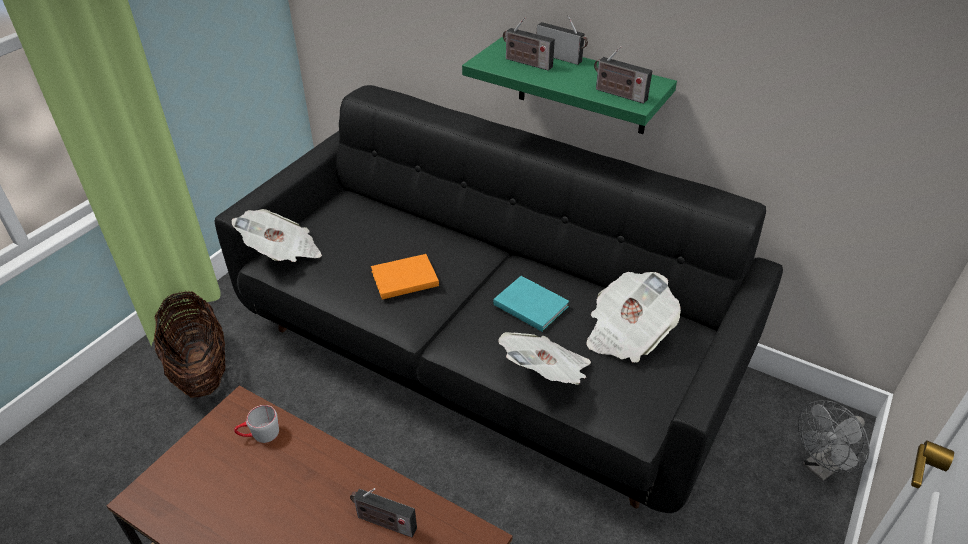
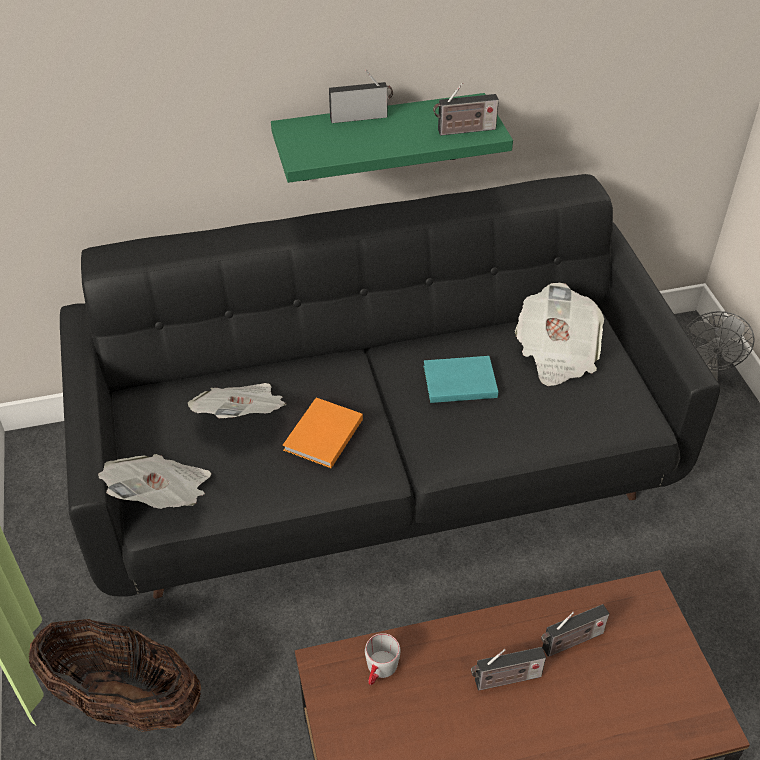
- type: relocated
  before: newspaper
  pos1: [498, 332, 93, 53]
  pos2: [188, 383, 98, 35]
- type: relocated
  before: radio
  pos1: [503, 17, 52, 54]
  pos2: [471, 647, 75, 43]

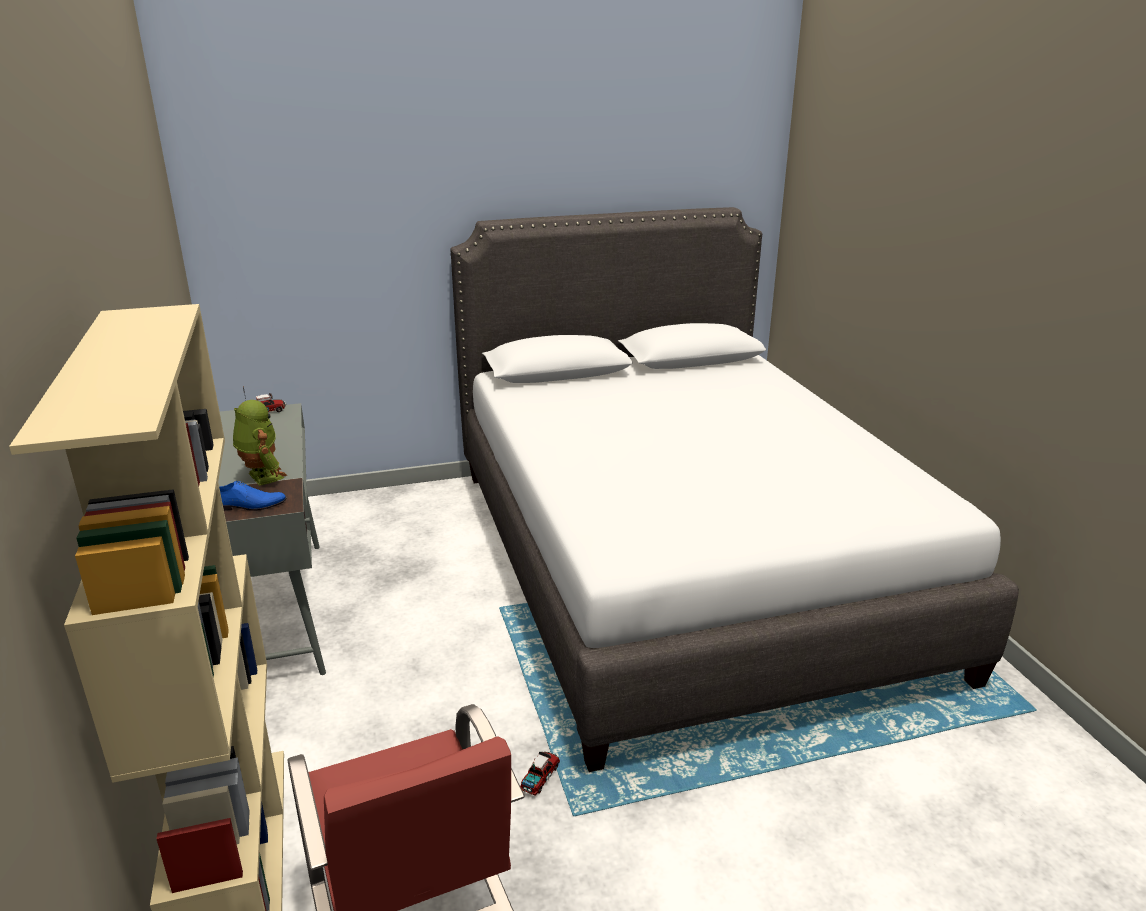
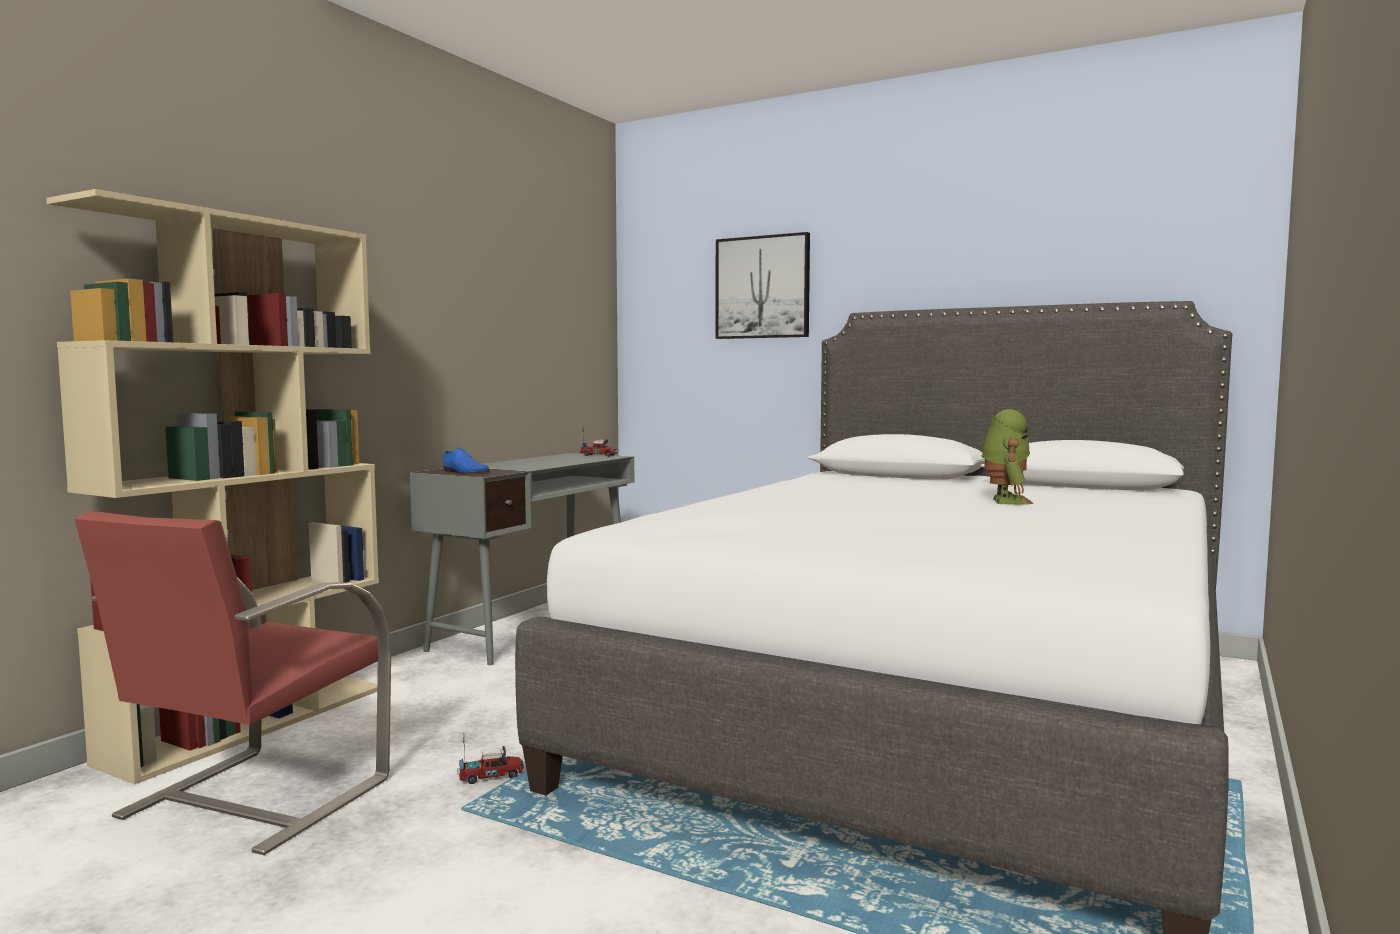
- type: appeared
  after: picture
  pos2: [715, 232, 95, 107]
- type: relocated
  before: toy robot
  pos1: [233, 400, 55, 86]
  pos2: [982, 409, 51, 96]

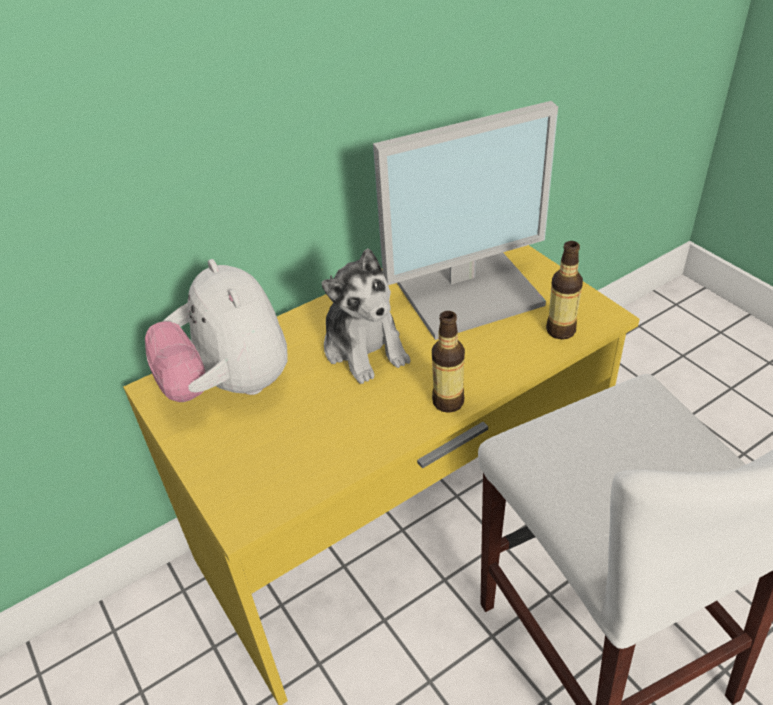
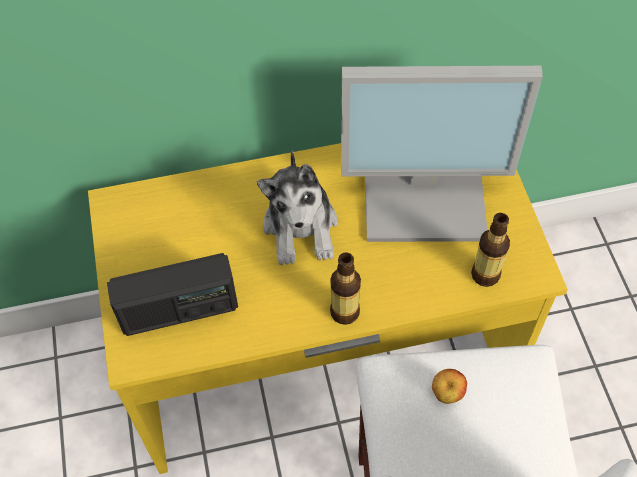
- type: appeared
  after: radio
  pos2: [107, 253, 131, 83]
- type: appeared
  after: apple
  pos2: [432, 369, 35, 35]
- type: missing
  before: plush toy
  pos1: [145, 259, 143, 143]

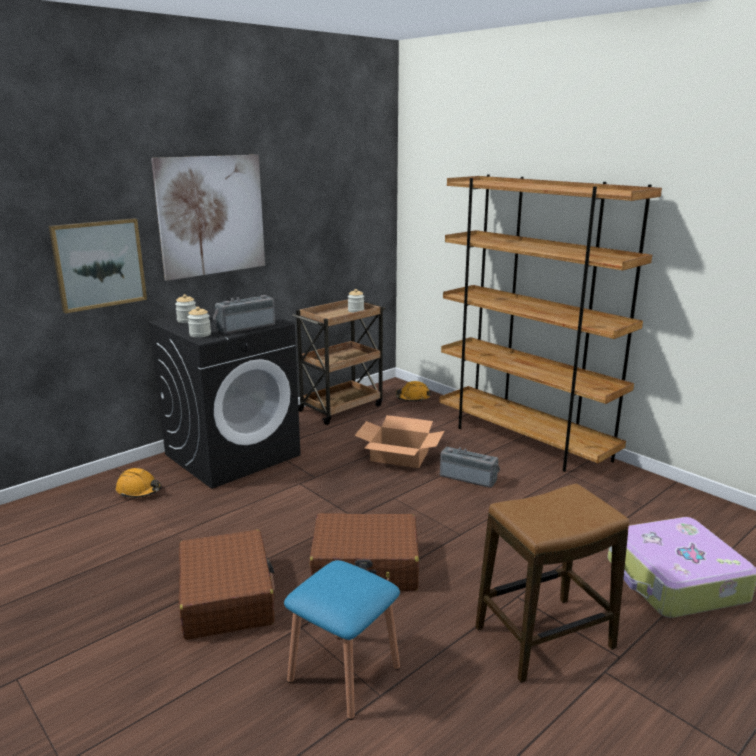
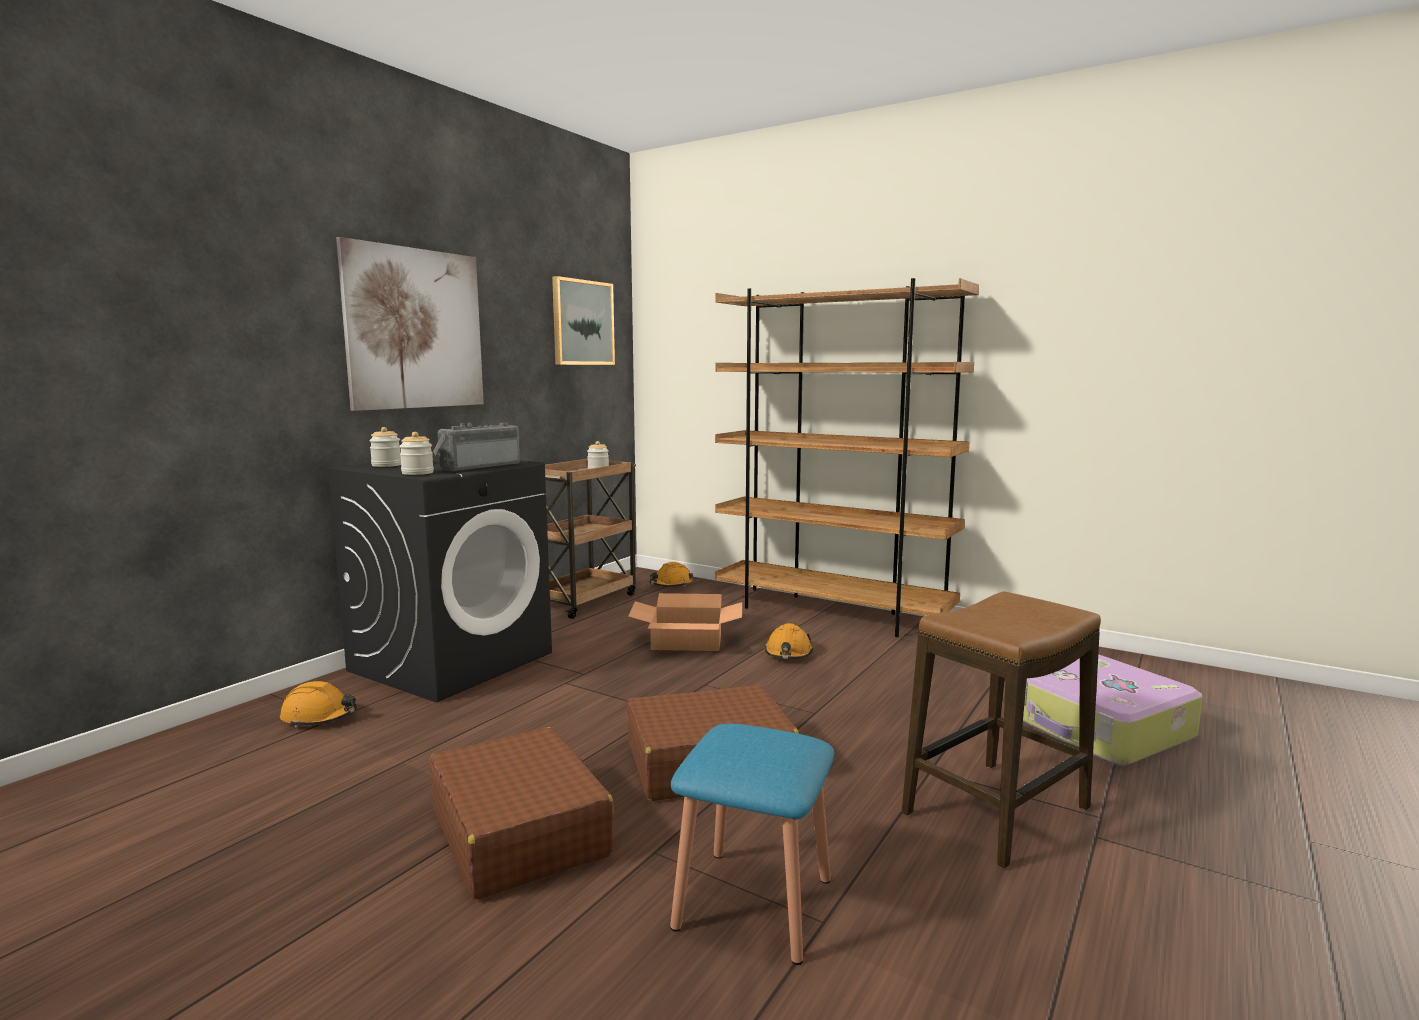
- type: relocated
  before: picture
  pos1: [49, 218, 98, 95]
  pos2: [552, 276, 63, 89]
- type: exchanged
  before: radio
  after: orange hard hat
  pos1: [440, 446, 60, 42]
  pos2: [765, 623, 48, 36]

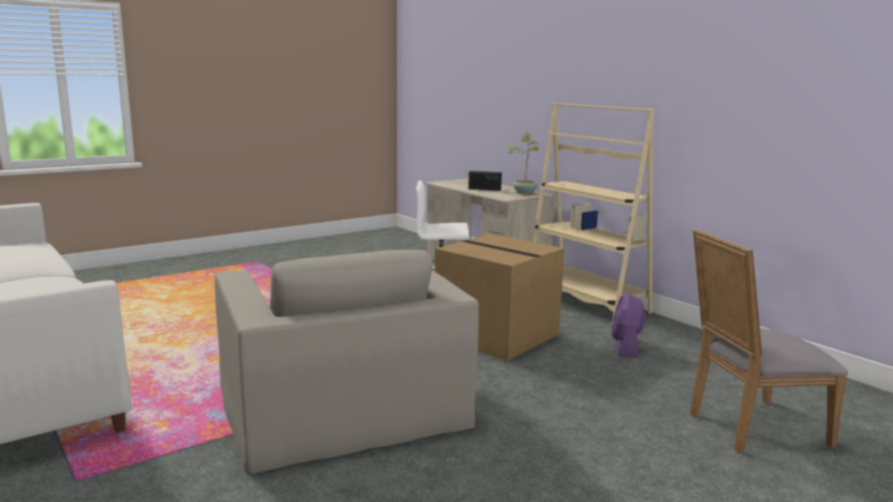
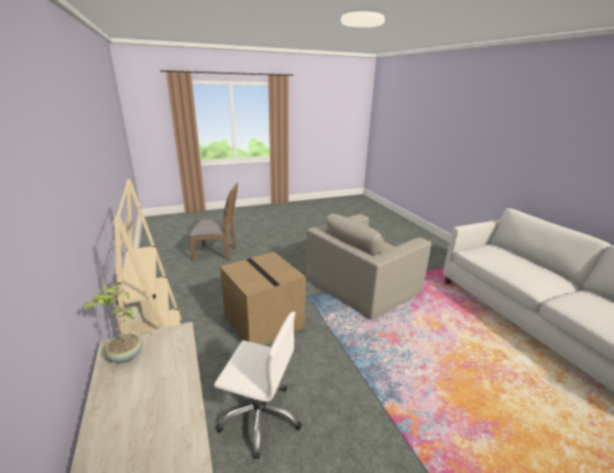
- type: spun
  before: beige armchair
  pos1: [214, 250, 265, 224]
  pos2: [305, 214, 126, 106]
  turn: -120
- type: missing
  before: radio
  pos1: [468, 171, 34, 20]
- type: missing
  before: purple fan
  pos1: [611, 293, 35, 64]

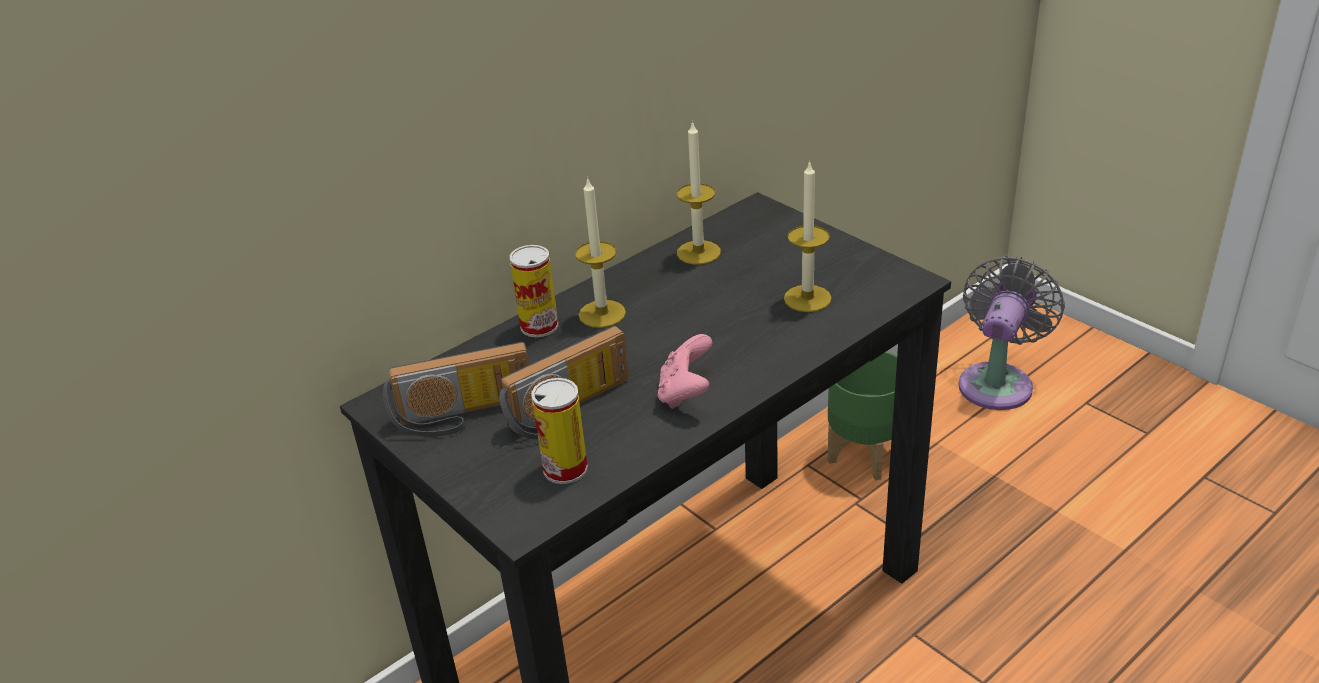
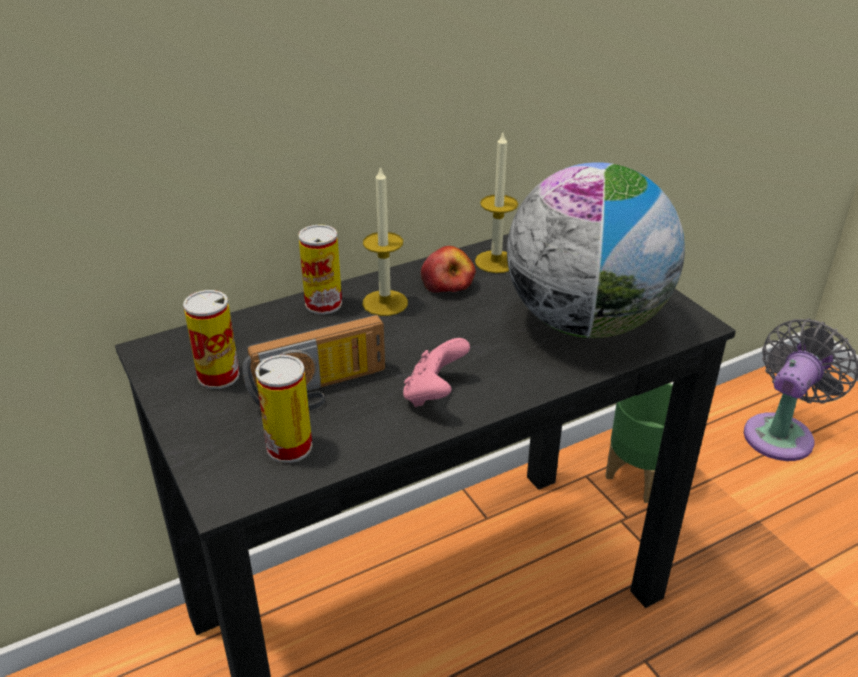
- type: exchanged
  before: radio
  after: can
  pos1: [383, 342, 146, 95]
  pos2: [183, 290, 57, 99]
- type: appeared
  after: apple
  pos2: [421, 246, 55, 47]
- type: exchanged
  before: candle
  after: globe
  pos1: [784, 160, 48, 152]
  pos2: [507, 162, 178, 176]

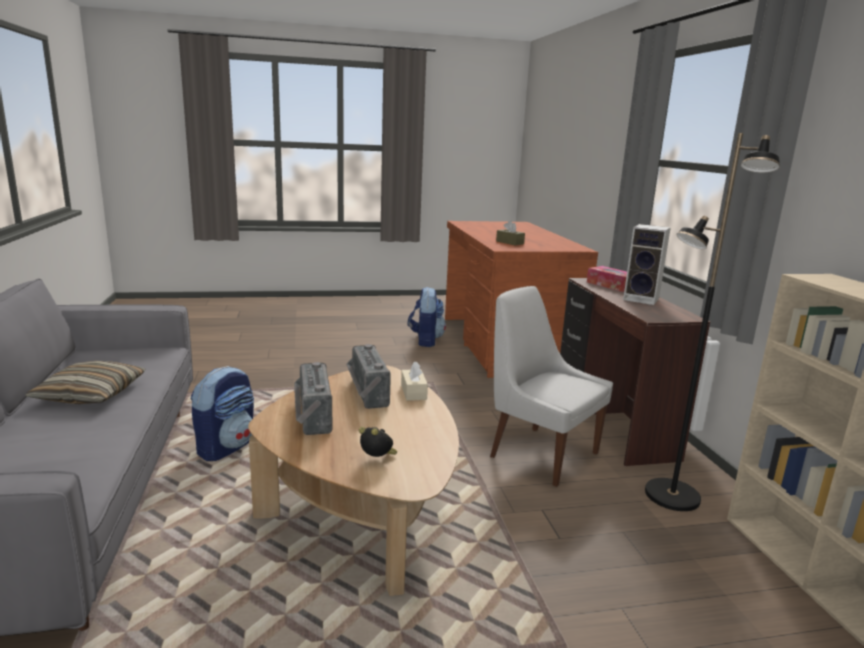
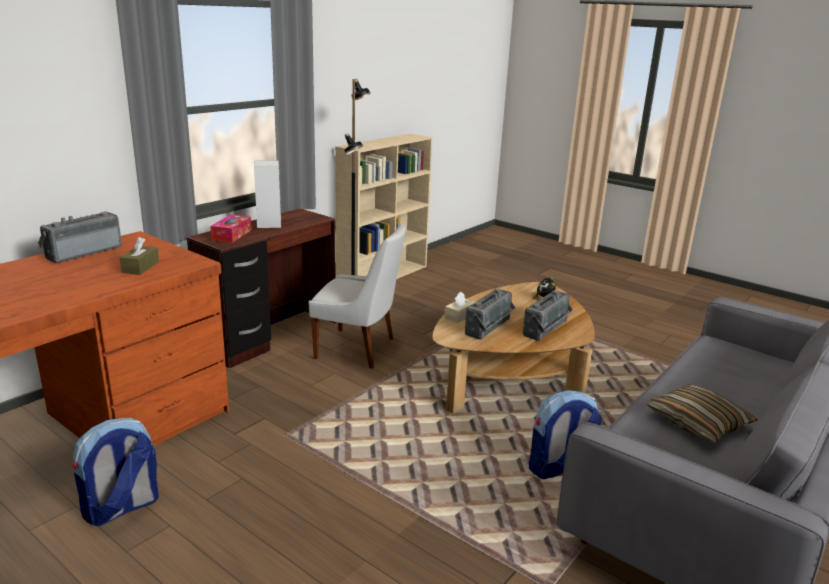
- type: appeared
  after: radio
  pos2: [38, 211, 84, 52]
- type: spun
  before: white chair
  pos1: [490, 286, 123, 201]
  pos2: [309, 224, 97, 145]
  turn: -75

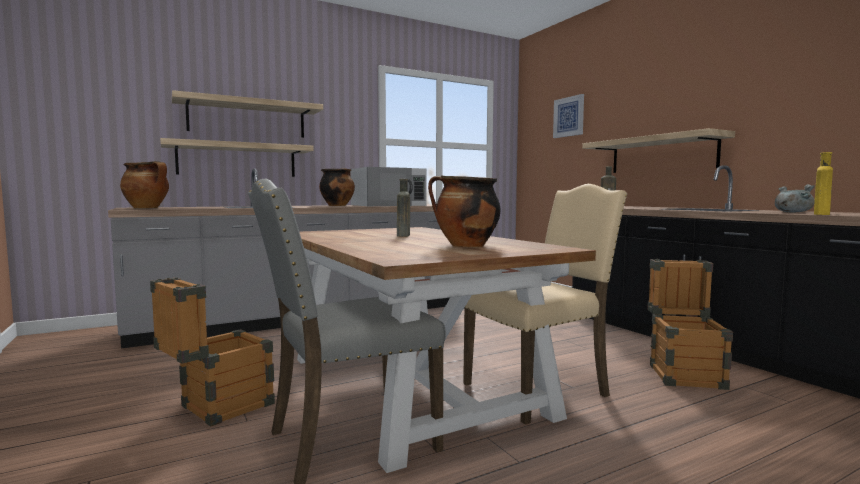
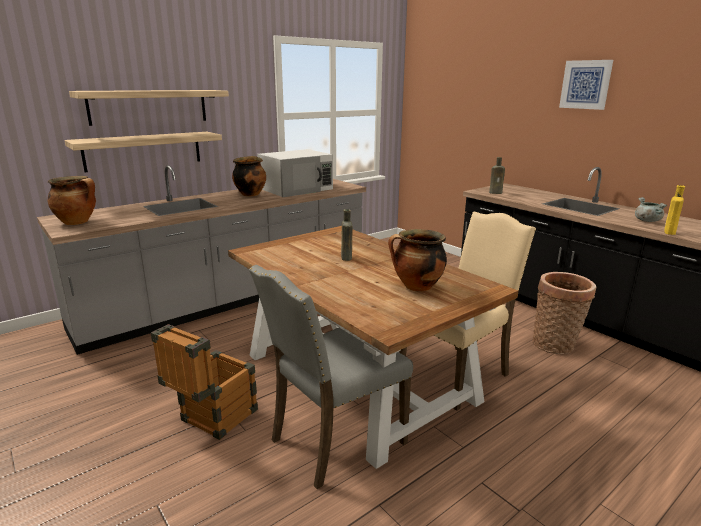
- type: exchanged
  before: crate
  after: basket
  pos1: [648, 259, 85, 131]
  pos2: [532, 272, 64, 82]
- type: relocated
  before: picture
  pos1: [553, 94, 31, 44]
  pos2: [559, 60, 54, 50]
- type: missing
  before: shelf
  pos1: [582, 128, 153, 45]

